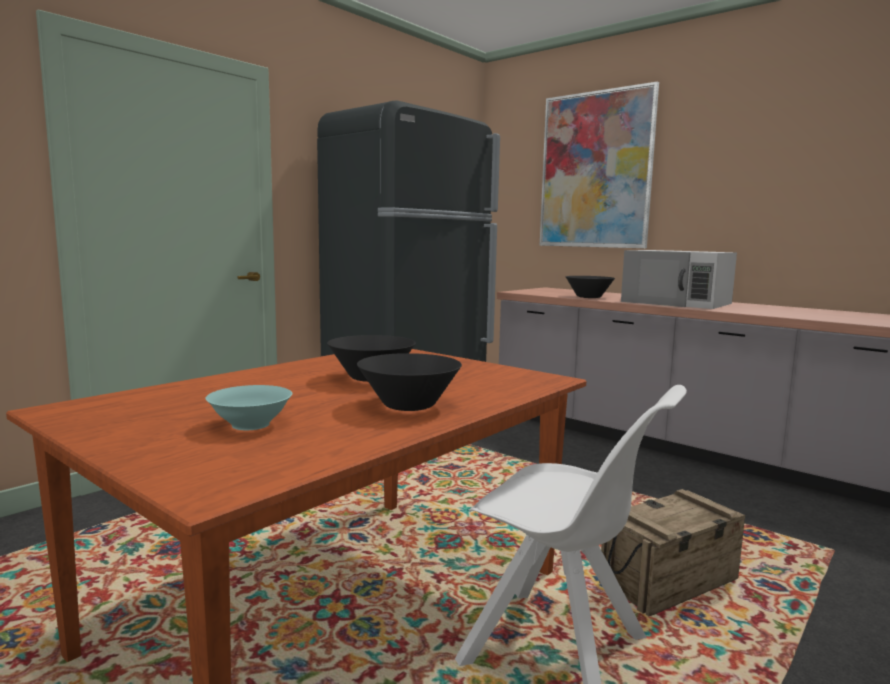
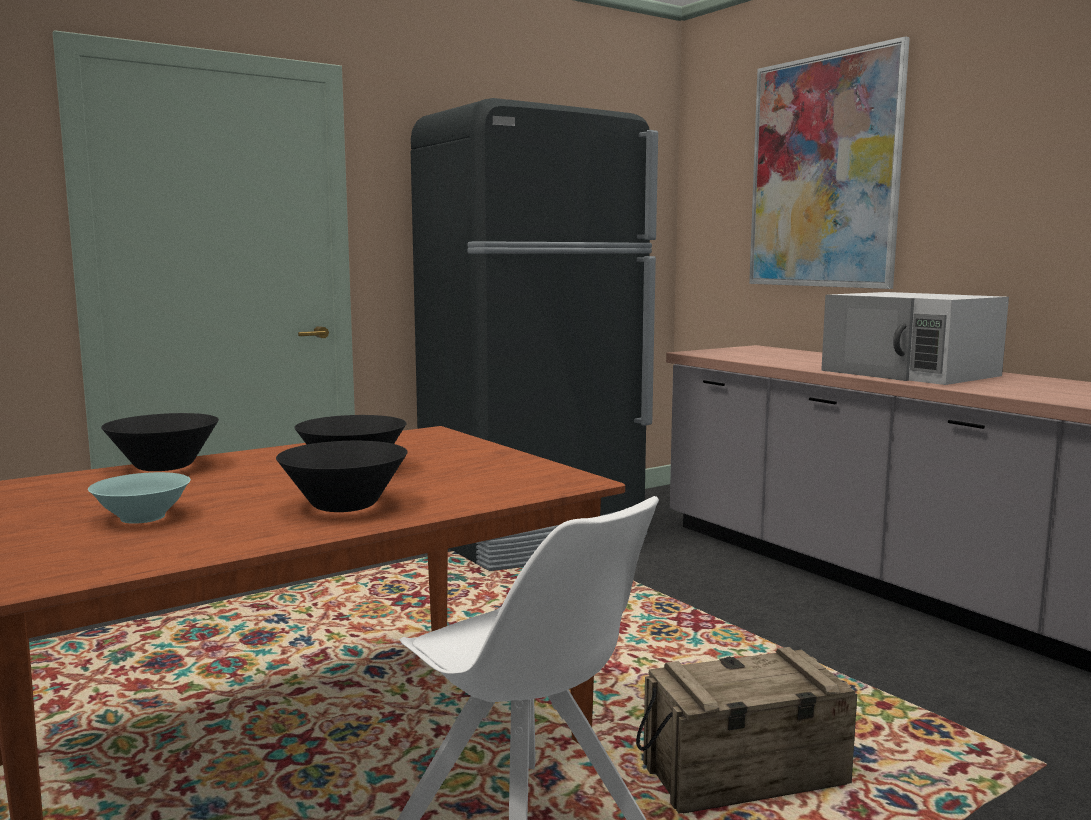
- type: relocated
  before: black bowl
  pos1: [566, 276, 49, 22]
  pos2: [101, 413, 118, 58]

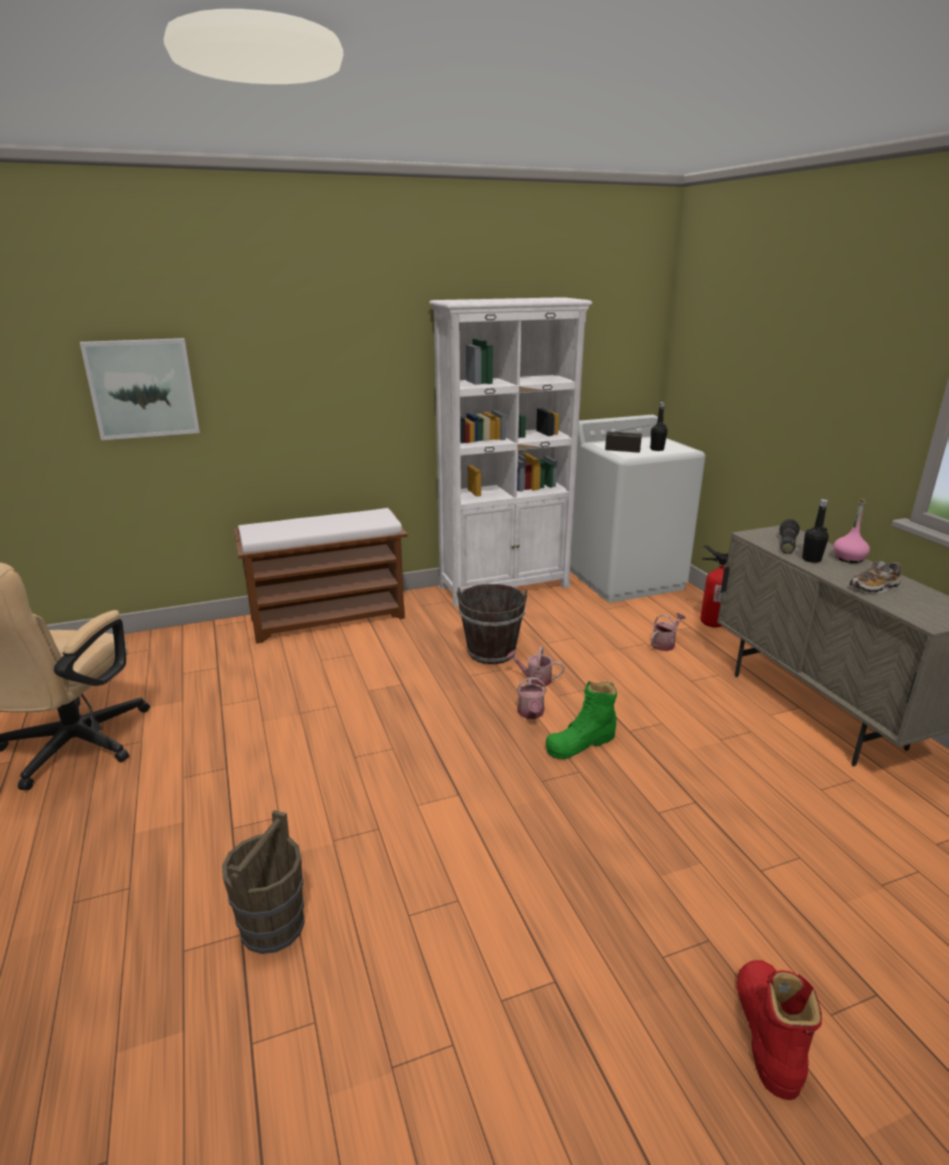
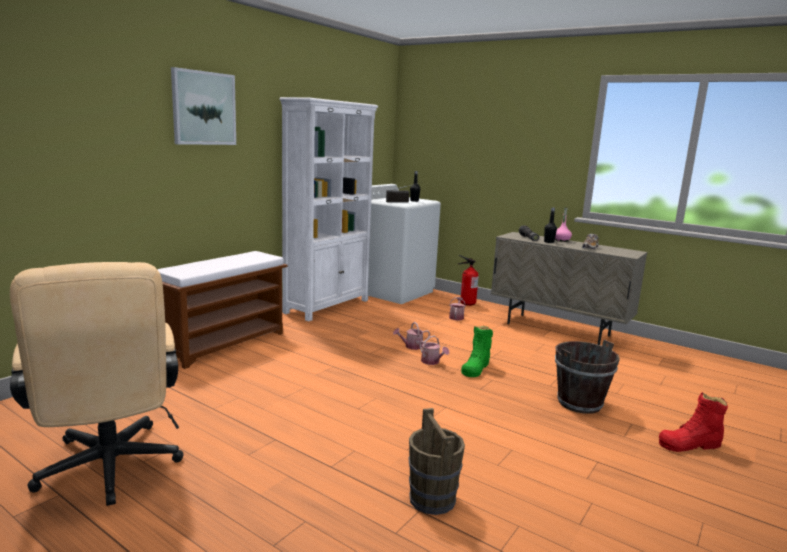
- type: relocated
  before: picture
  pos1: [80, 338, 120, 102]
  pos2: [171, 67, 65, 78]
- type: relocated
  before: brown bucket
  pos1: [457, 584, 70, 80]
  pos2: [555, 340, 65, 74]
- type: spun
  before: red boot
  pos1: [737, 960, 85, 140]
  pos2: [659, 392, 69, 60]
  turn: -75

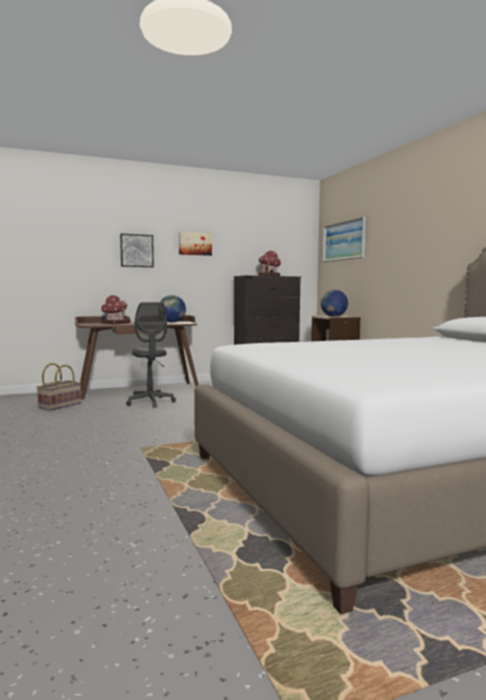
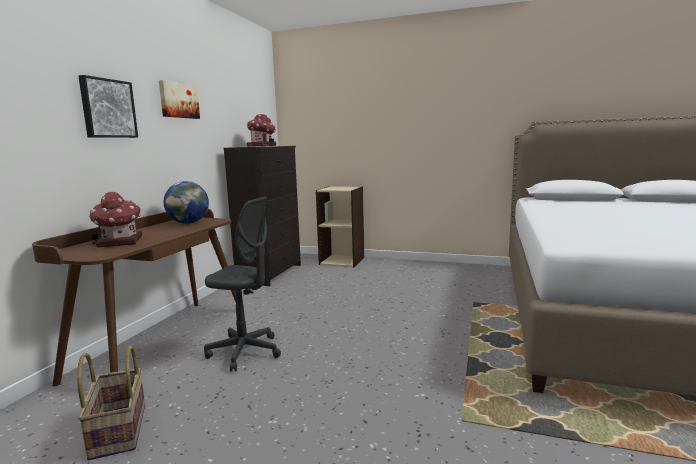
- type: missing
  before: globe
  pos1: [321, 290, 27, 27]
- type: missing
  before: picture
  pos1: [322, 217, 44, 45]

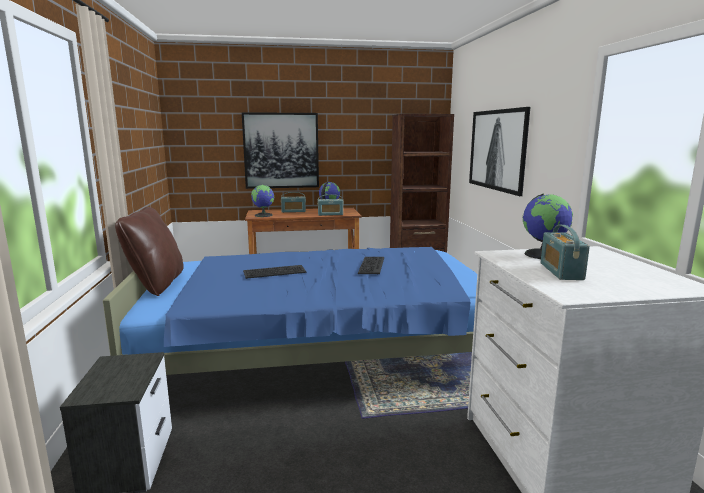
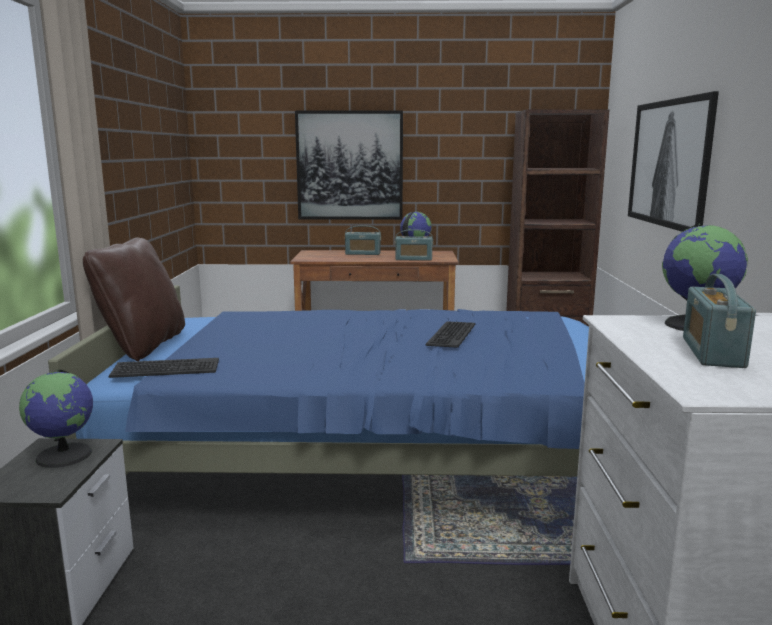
- type: relocated
  before: globe
  pos1: [251, 185, 23, 32]
  pos2: [19, 369, 74, 99]
- type: relocated
  before: keyboard
  pos1: [243, 265, 63, 14]
  pos2: [109, 358, 110, 20]

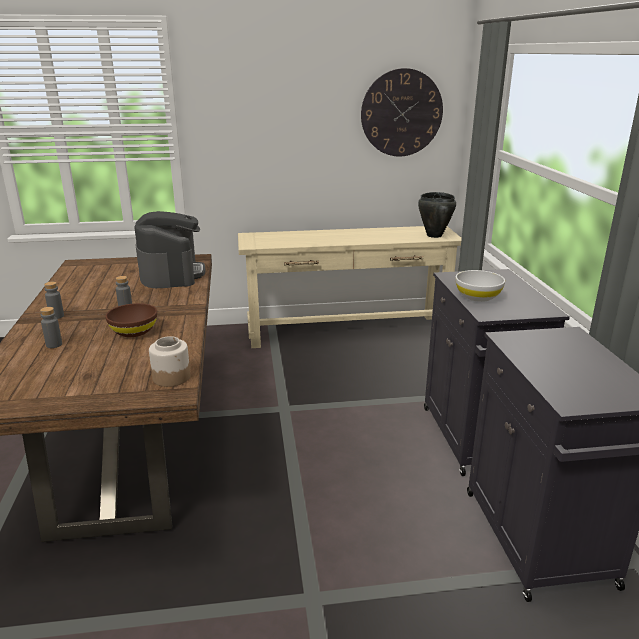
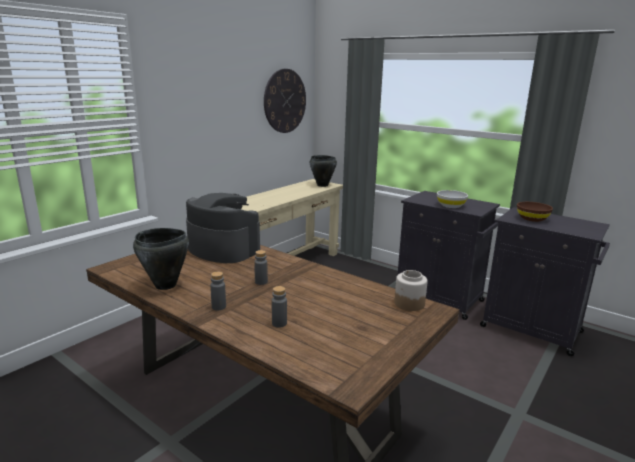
- type: appeared
  after: black cooking pot
  pos2: [133, 228, 56, 62]
- type: relocated
  before: brown bowl
  pos1: [105, 303, 52, 34]
  pos2: [517, 202, 36, 20]

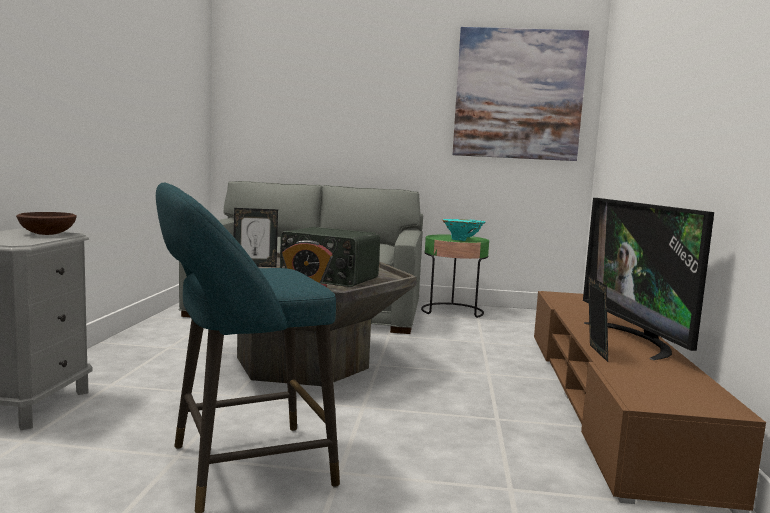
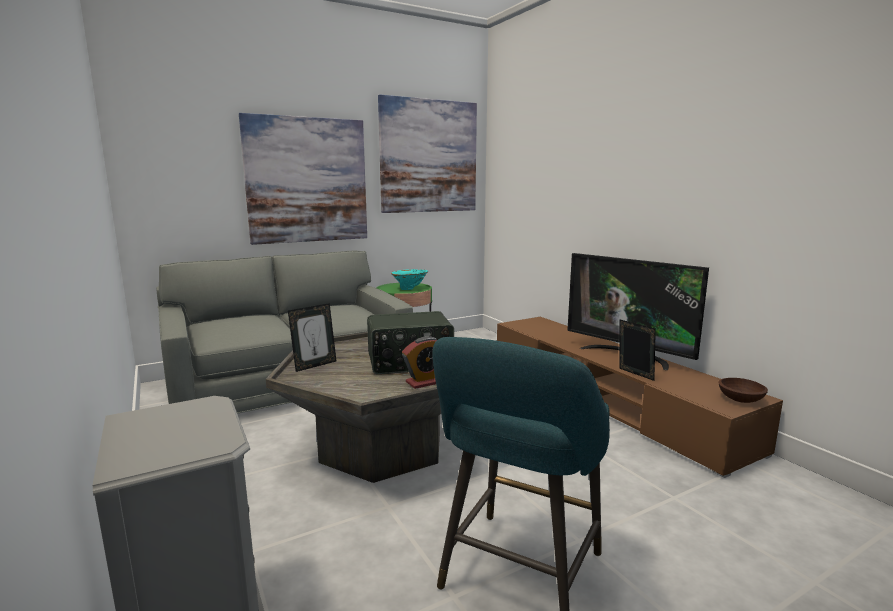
- type: appeared
  after: picture
  pos2: [239, 113, 128, 132]
- type: relocated
  before: brown bowl
  pos1: [16, 212, 61, 23]
  pos2: [718, 378, 50, 25]

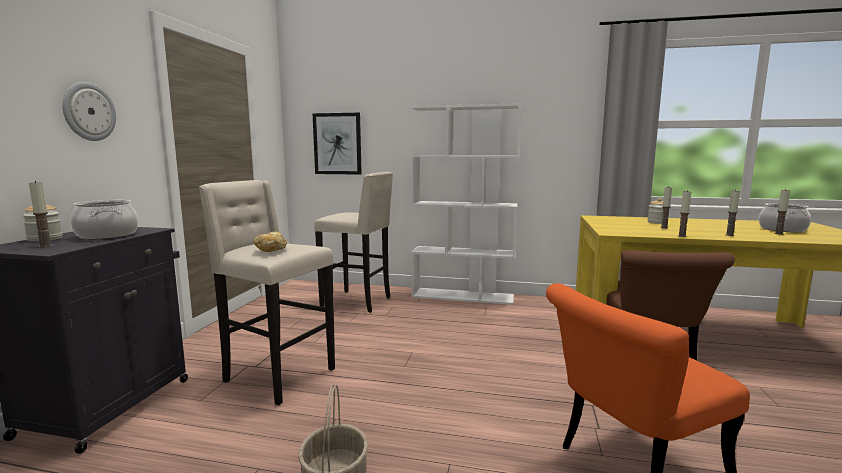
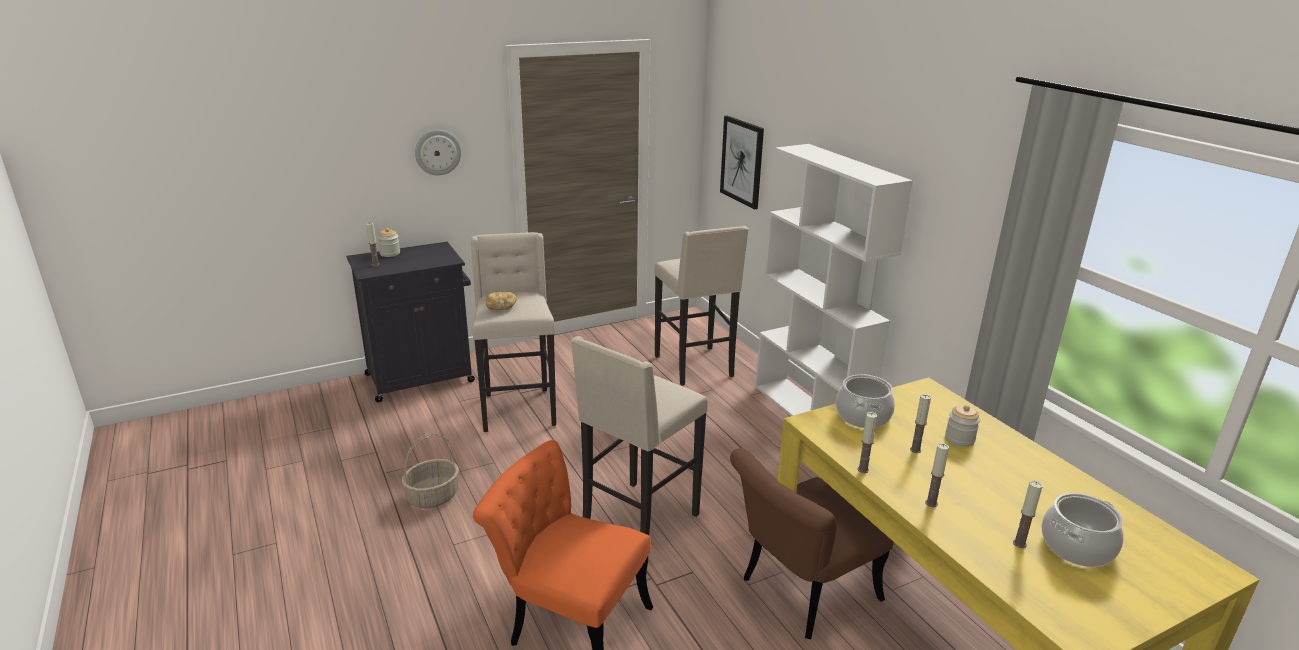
- type: appeared
  after: beige stool
  pos2: [571, 336, 137, 199]
- type: relocated
  before: cooking pot
  pos1: [71, 200, 67, 39]
  pos2: [836, 374, 59, 54]

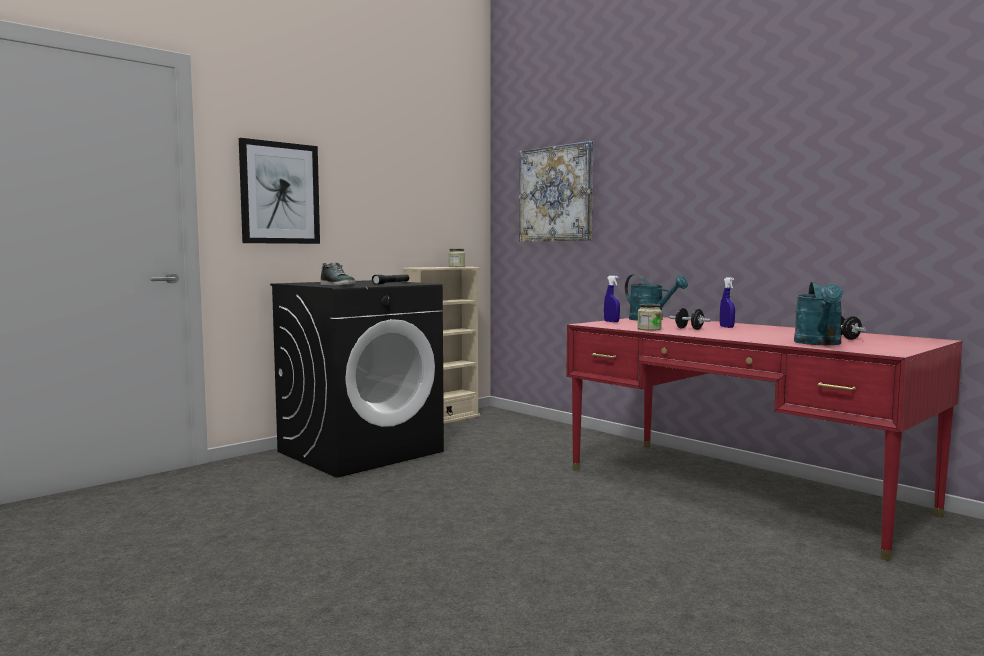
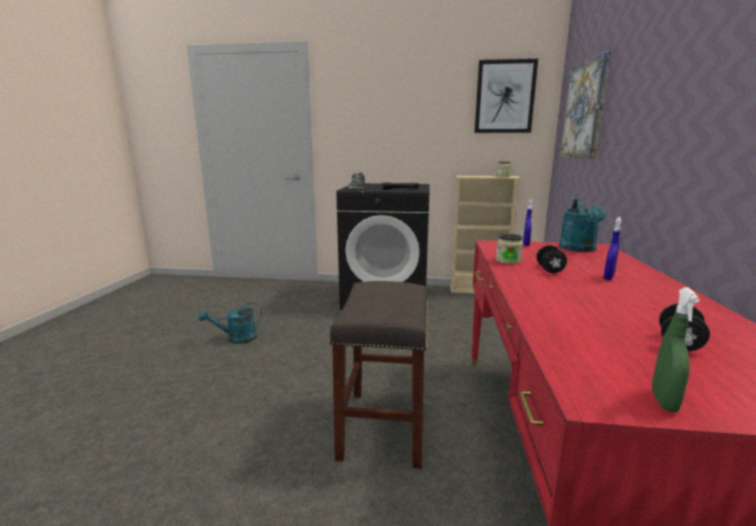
- type: relocated
  before: turquoise watering can
  pos1: [794, 282, 49, 63]
  pos2: [198, 302, 64, 42]
- type: appeared
  after: grey stool
  pos2: [329, 281, 99, 188]
- type: relocated
  before: picture
  pos1: [239, 138, 81, 106]
  pos2: [475, 59, 63, 74]
- type: appeared
  after: green spray bottle
  pos2: [652, 287, 48, 125]

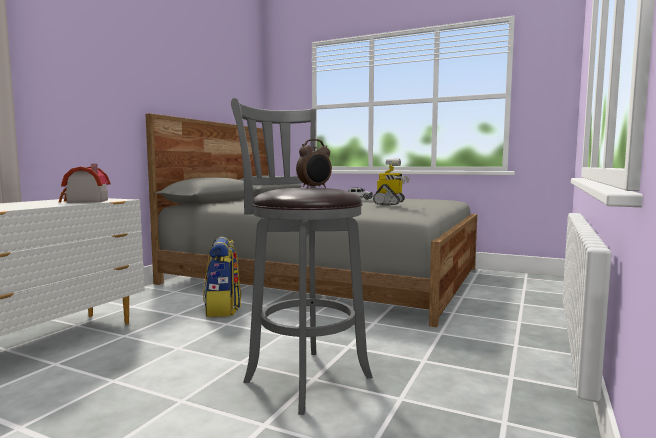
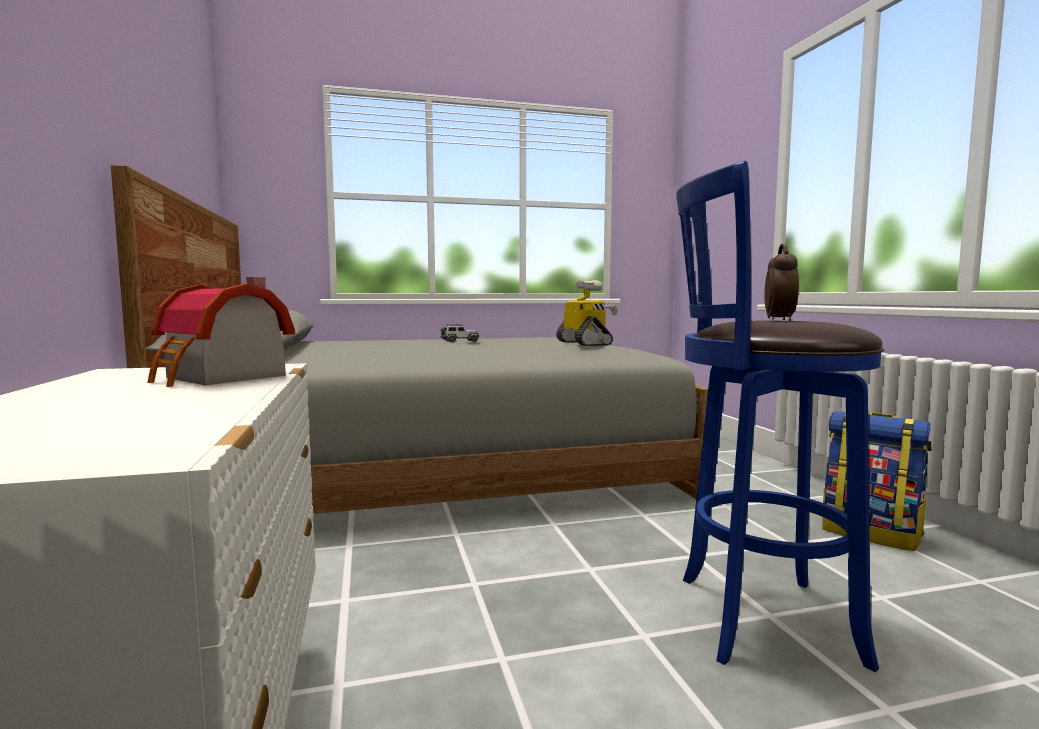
- type: colour
  before: grey stool
  after: blue stool
  pos1: [231, 98, 142, 317]
  pos2: [676, 161, 208, 511]
- type: relocated
  before: backpack
  pos1: [203, 237, 38, 80]
  pos2: [822, 411, 110, 140]

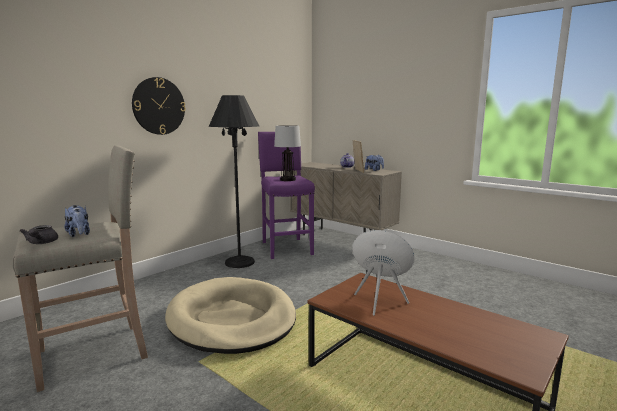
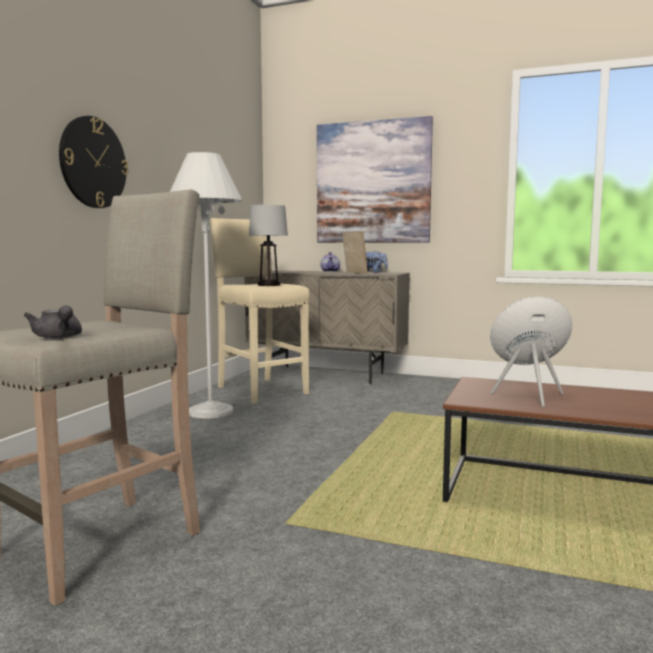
- type: colour
  before: black floor lamp
  after: white floor lamp
  pos1: [209, 95, 50, 173]
  pos2: [170, 152, 73, 267]
- type: colour
  before: purple stool
  after: beige stool
  pos1: [258, 132, 57, 127]
  pos2: [210, 218, 100, 186]
- type: appeared
  after: picture
  pos2: [317, 116, 116, 127]
- type: missing
  before: plush toy
  pos1: [64, 205, 26, 32]
- type: missing
  before: beige dog bed
  pos1: [165, 277, 131, 77]

